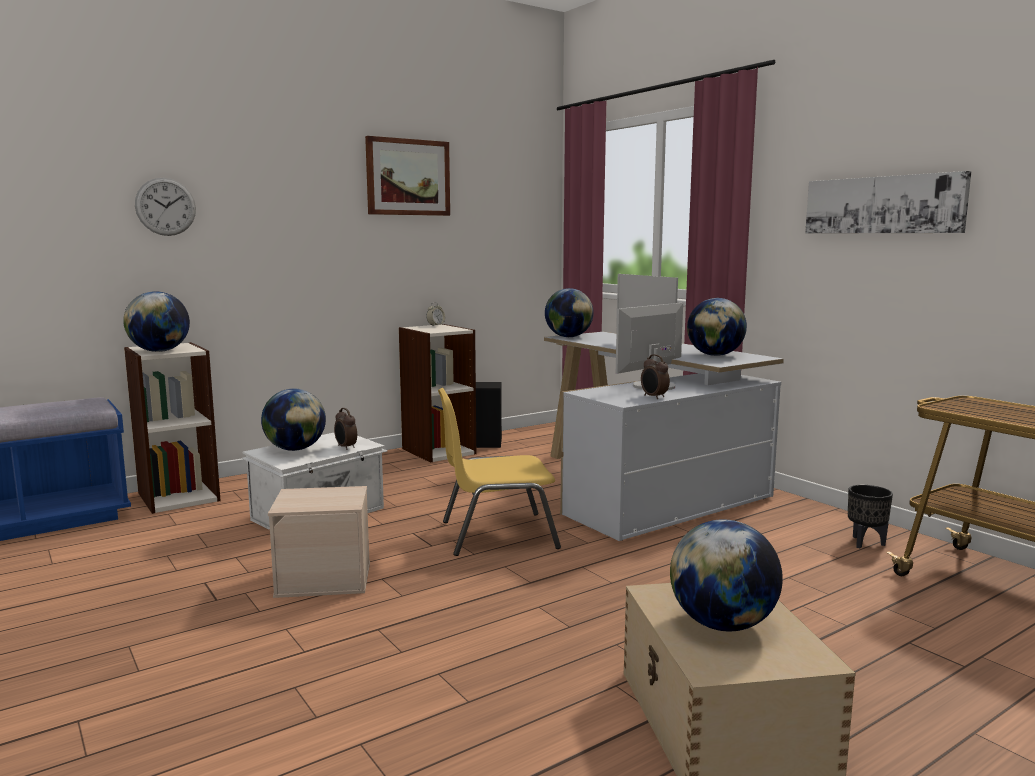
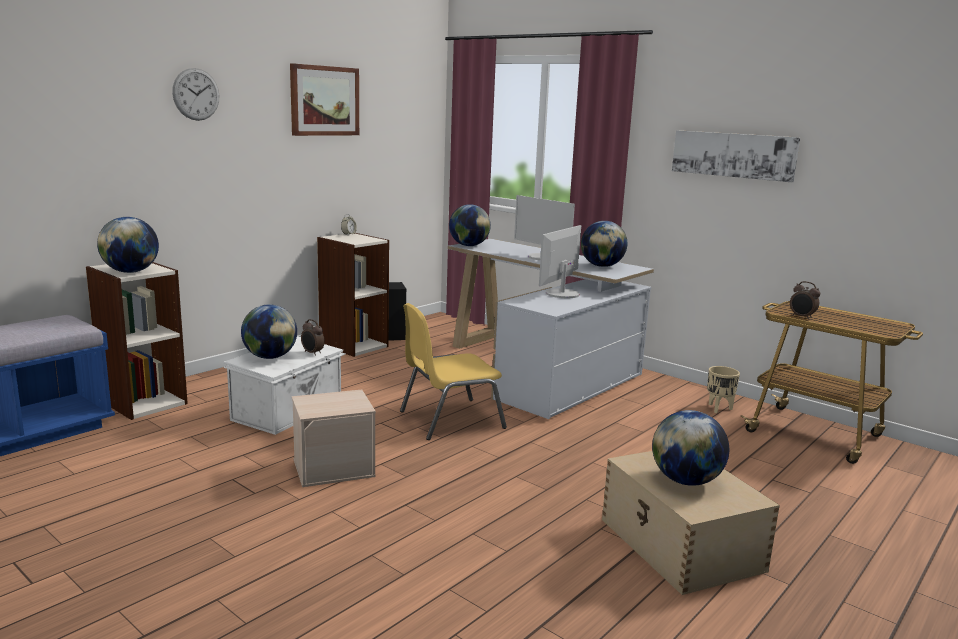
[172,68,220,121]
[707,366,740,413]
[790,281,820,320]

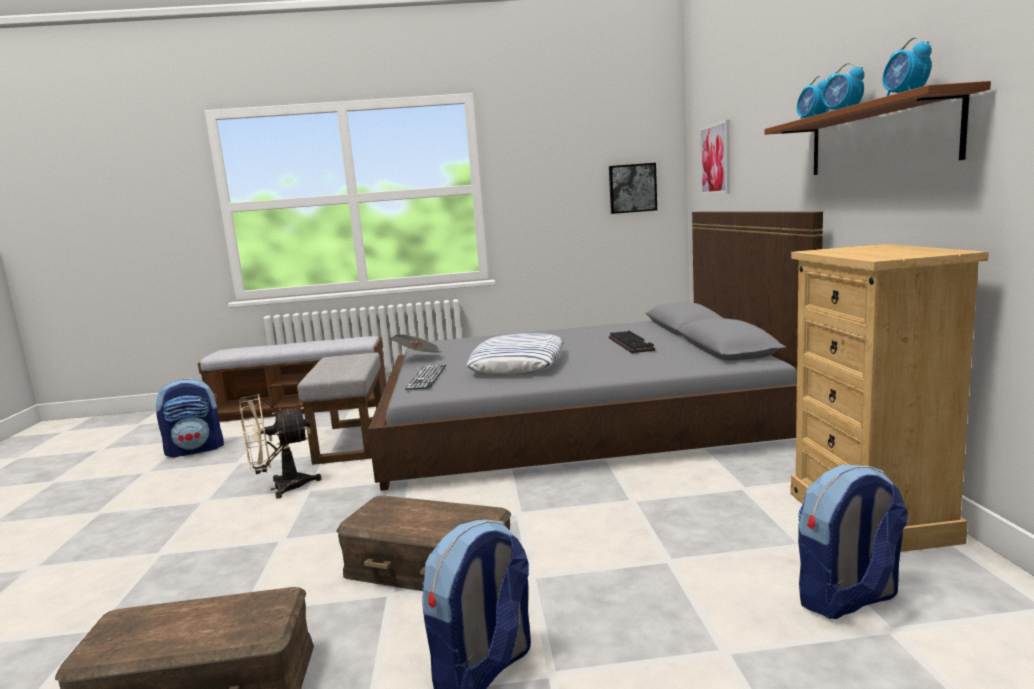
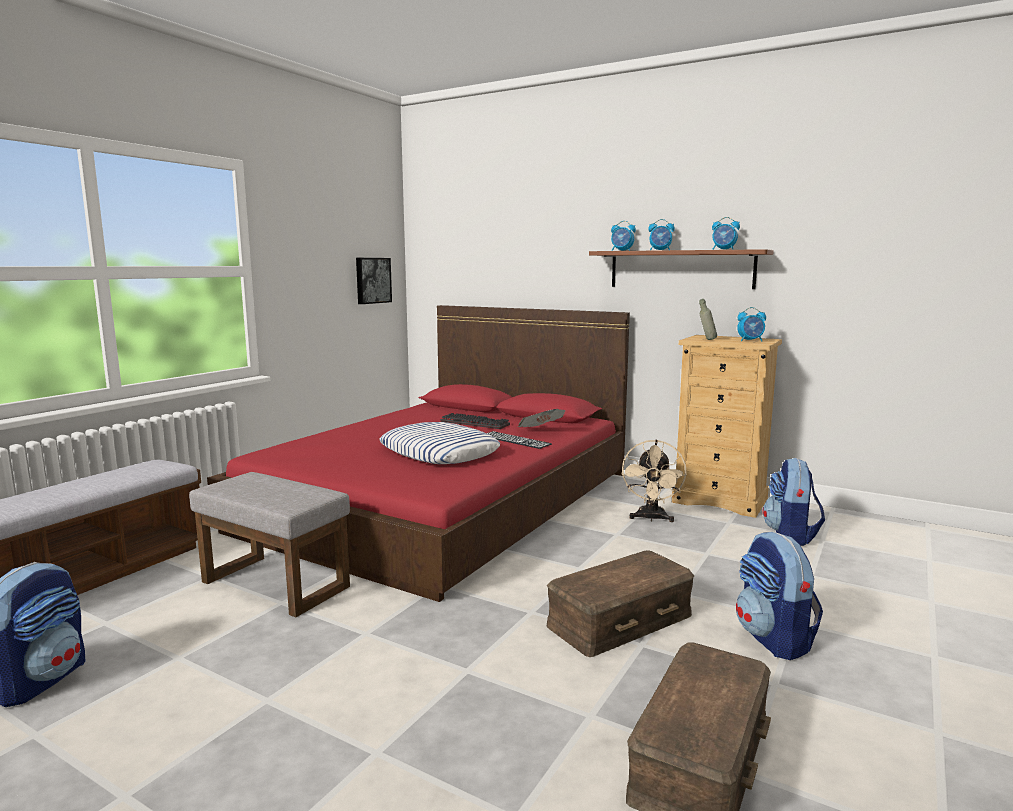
[207,305,630,602]
[487,431,552,449]
[518,409,565,427]
[622,440,687,522]
[699,299,717,340]
[737,307,766,341]
[700,119,730,195] (first image)

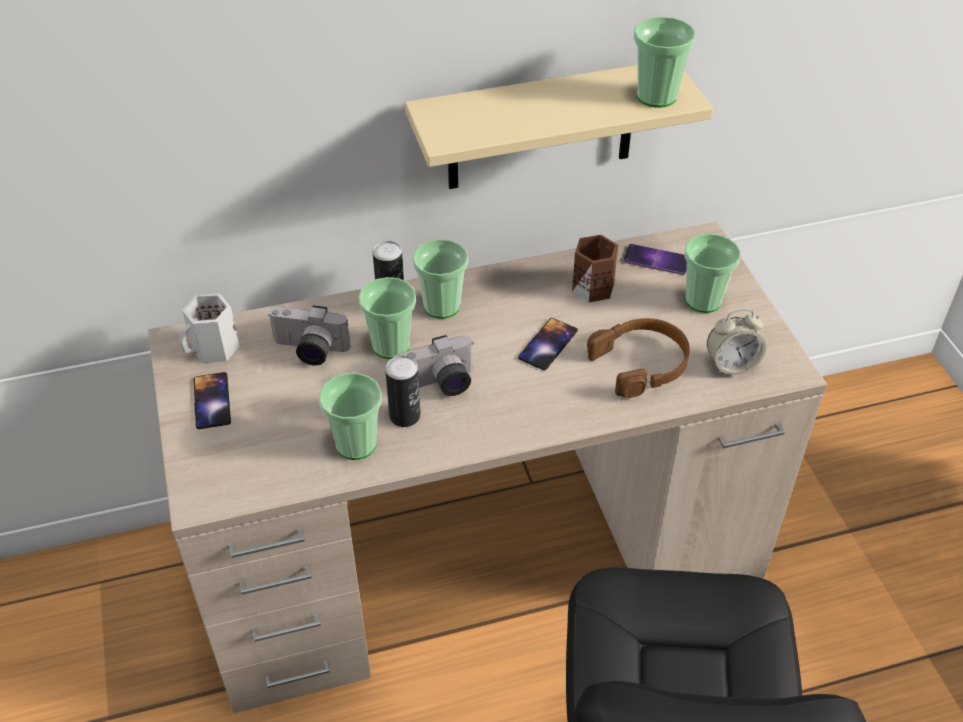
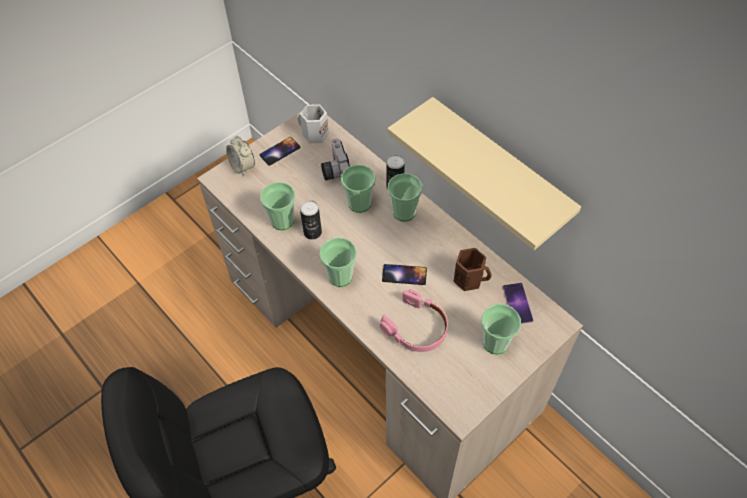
[226,136,255,176]
[319,238,357,287]
[380,290,448,352]
[394,335,474,396] (first image)

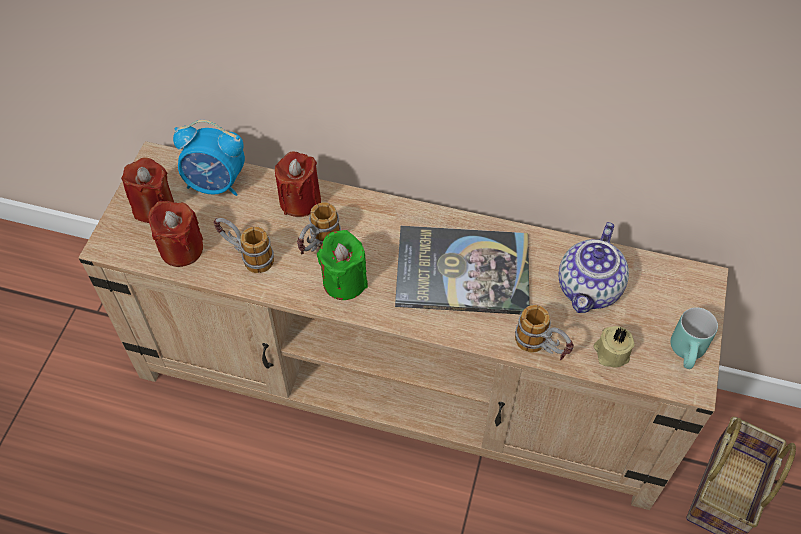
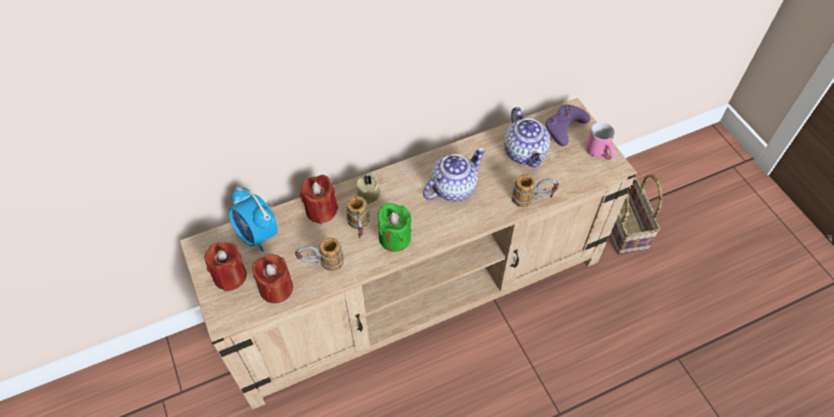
[229,186,278,252]
[356,175,381,204]
[423,148,485,201]
[546,104,591,146]
[586,122,615,160]

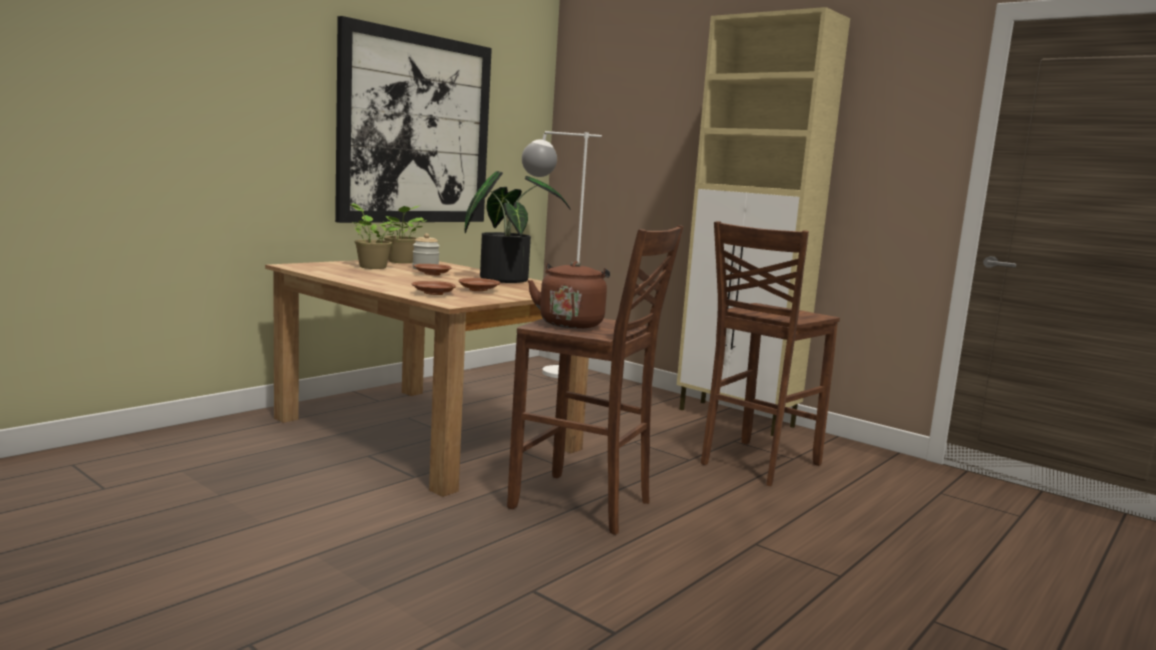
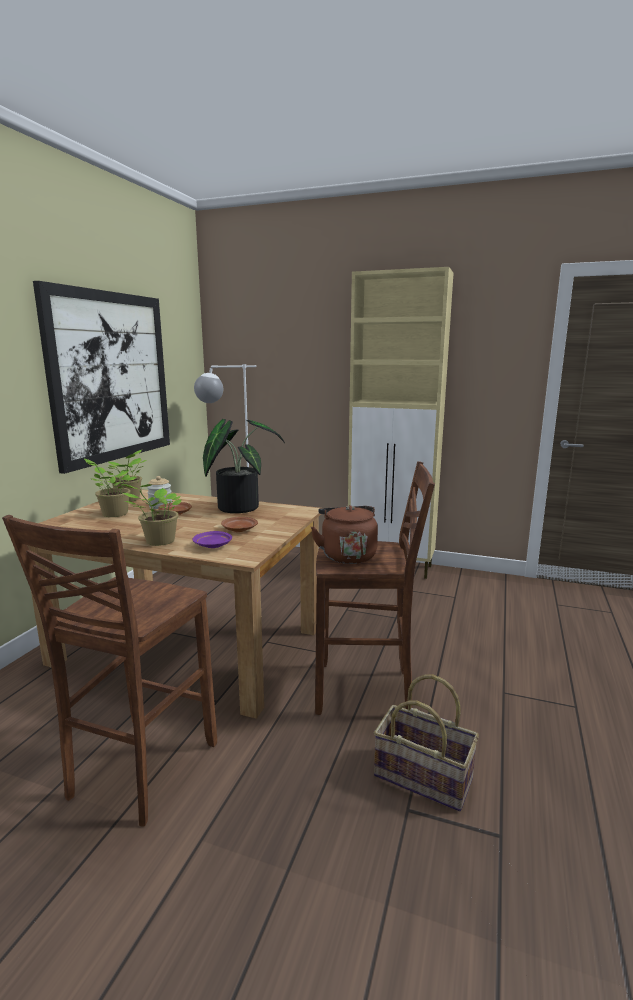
[2,515,217,827]
[122,484,182,546]
[193,531,232,548]
[374,674,479,811]

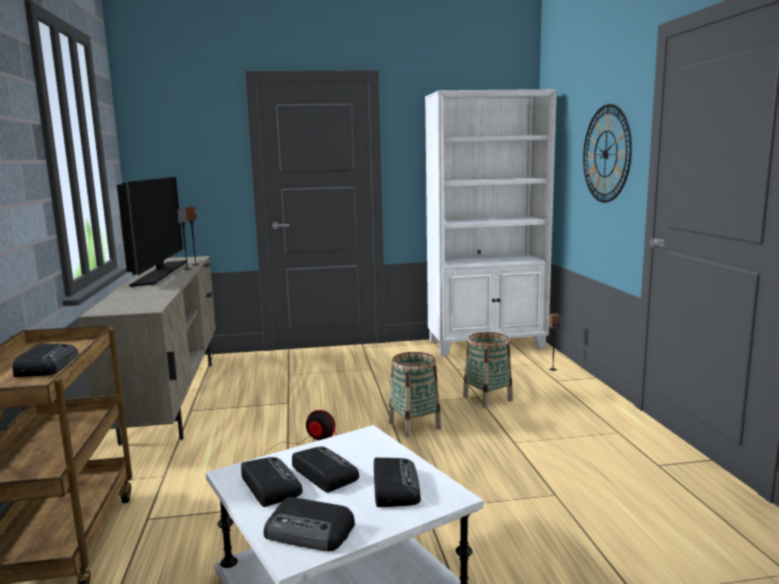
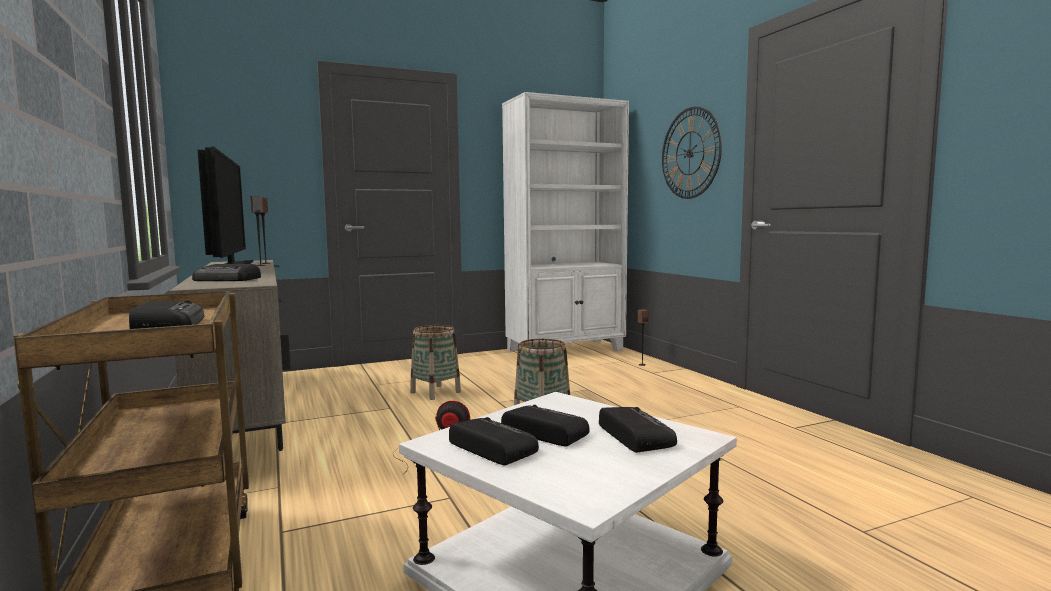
[192,264,261,281]
[410,325,461,400]

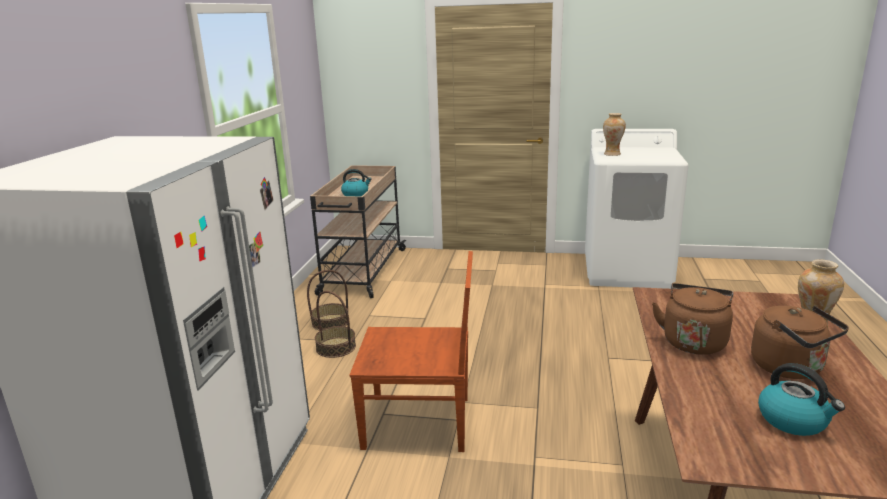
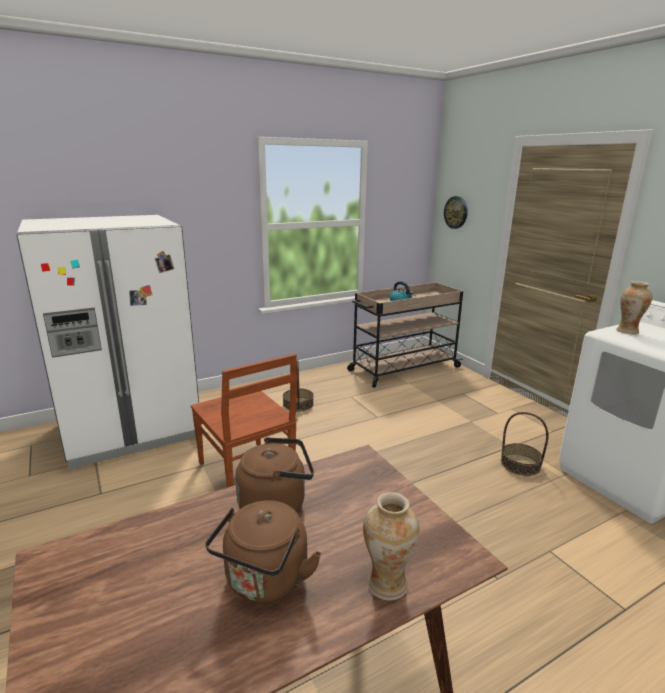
[444,196,468,229]
[501,412,549,476]
[758,363,845,436] (first image)

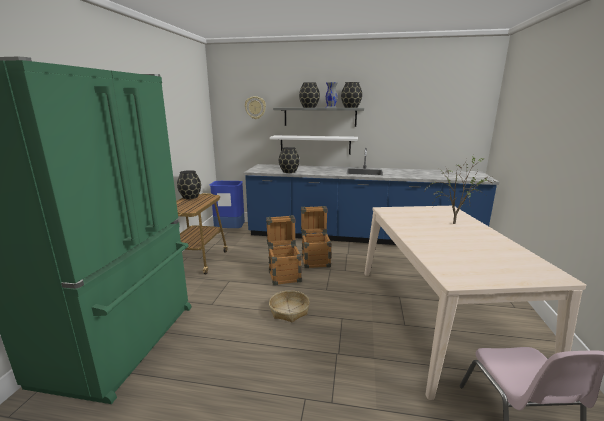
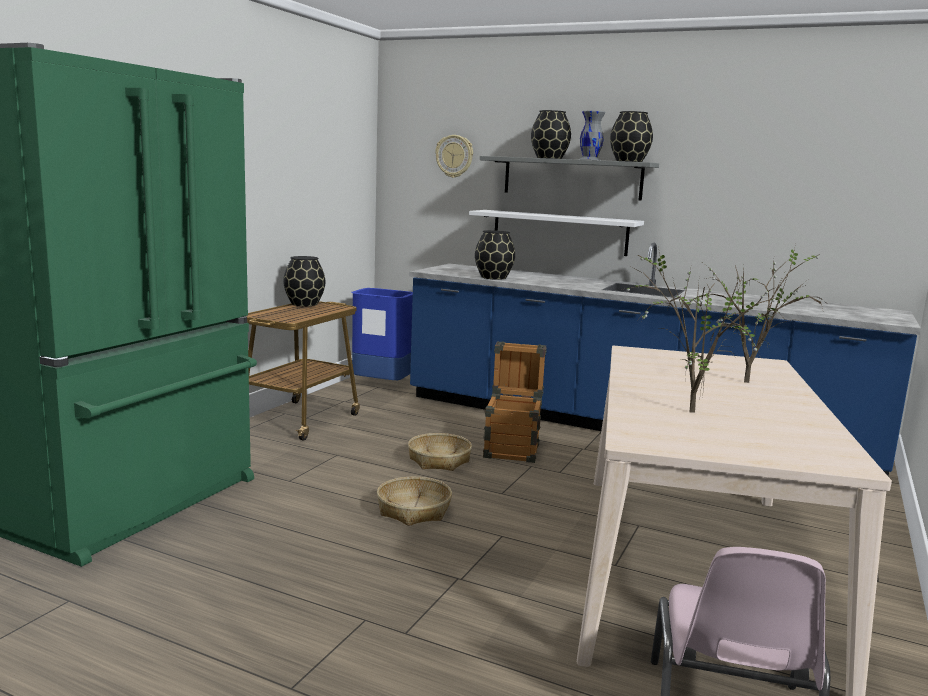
[408,433,472,471]
[621,252,785,413]

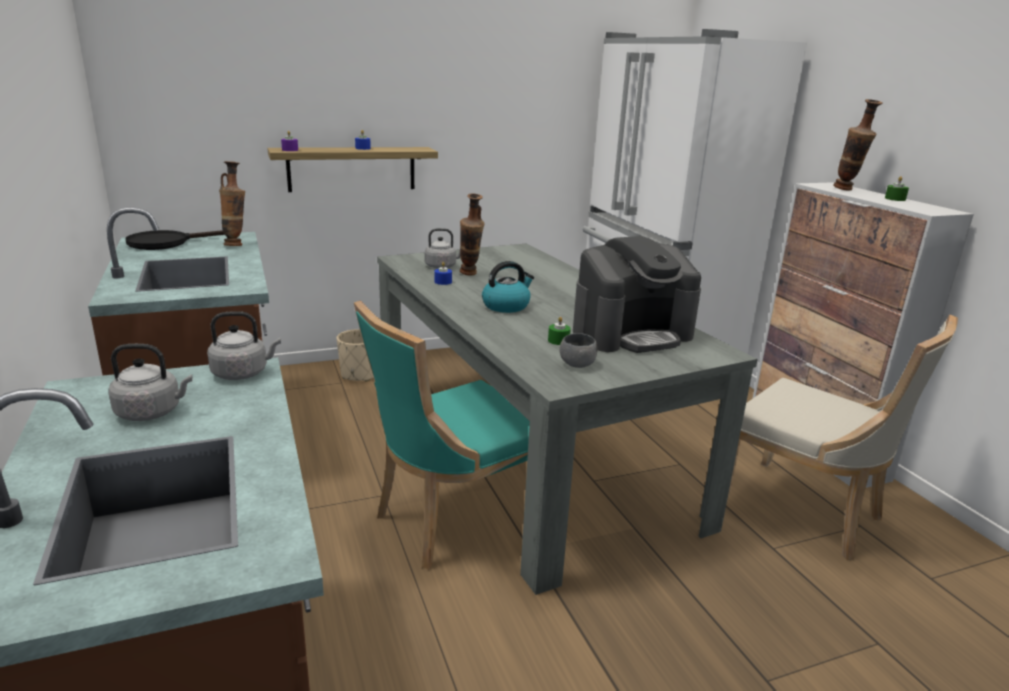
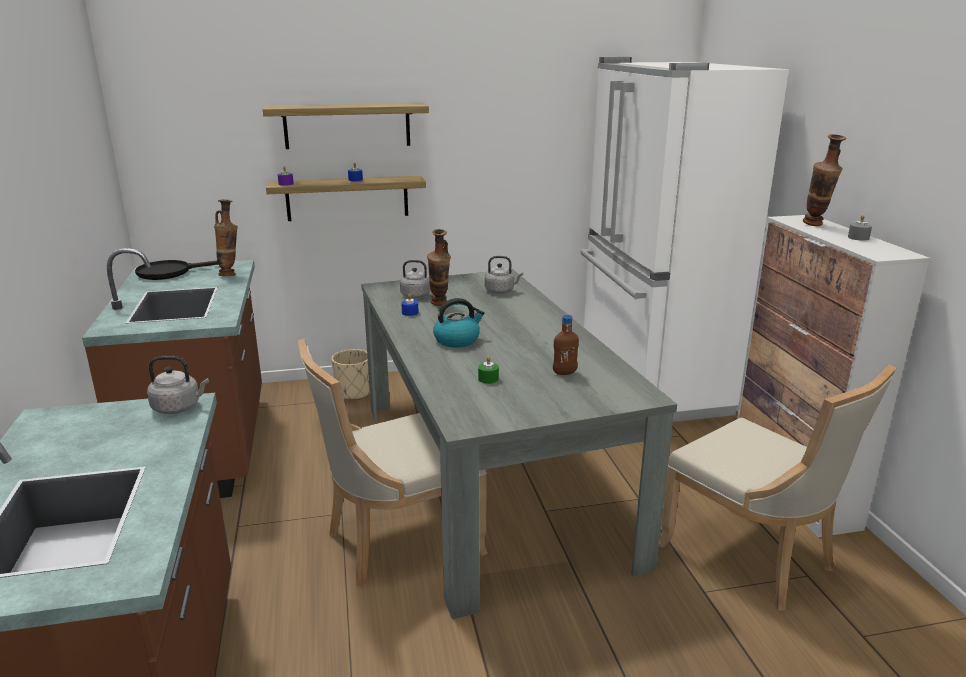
[263,103,429,149]
[298,338,488,587]
[485,256,523,293]
[553,315,579,375]
[848,215,872,241]
[559,333,597,368] (first image)

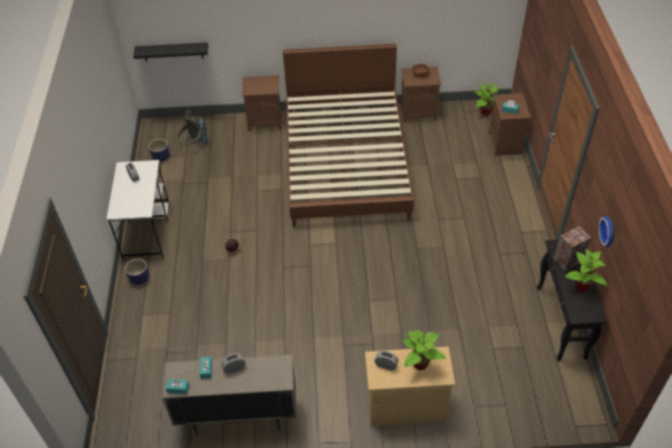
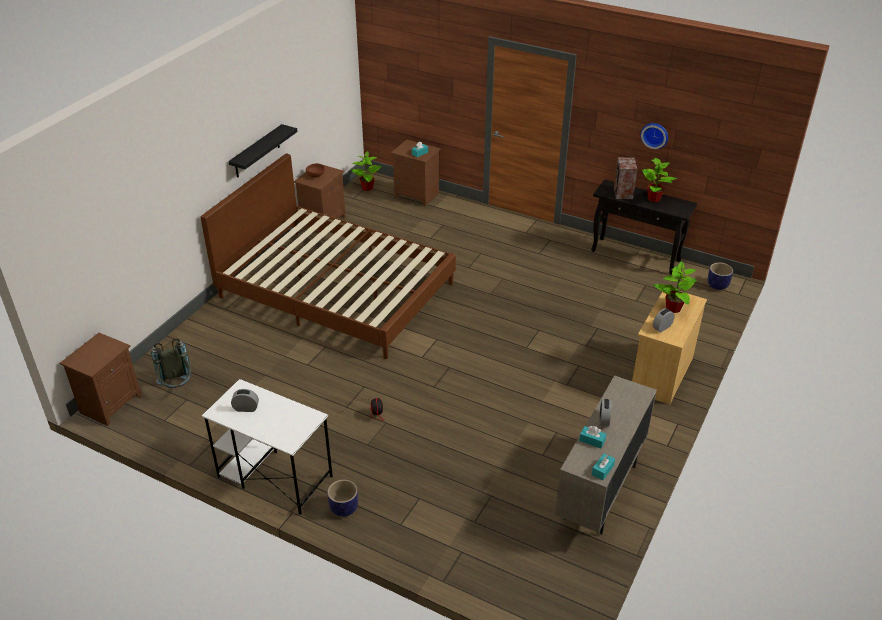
[60,333,142,426]
[229,124,297,178]
[708,263,733,290]

